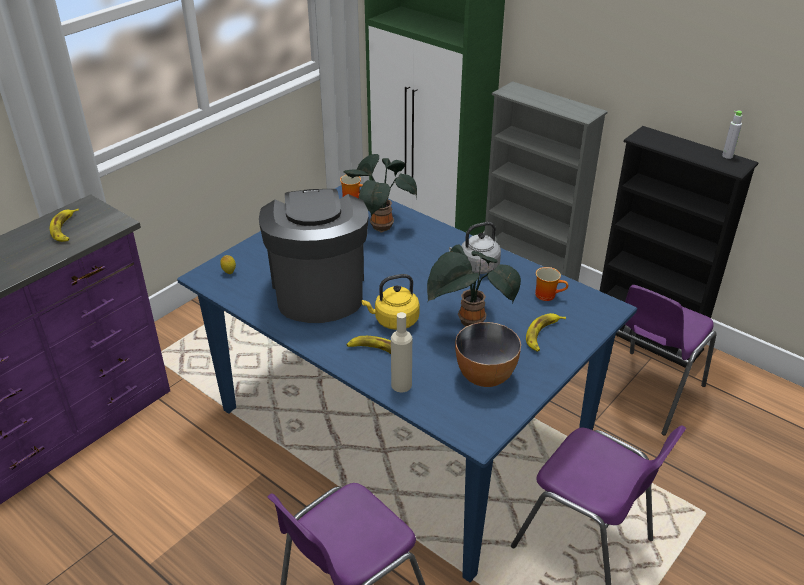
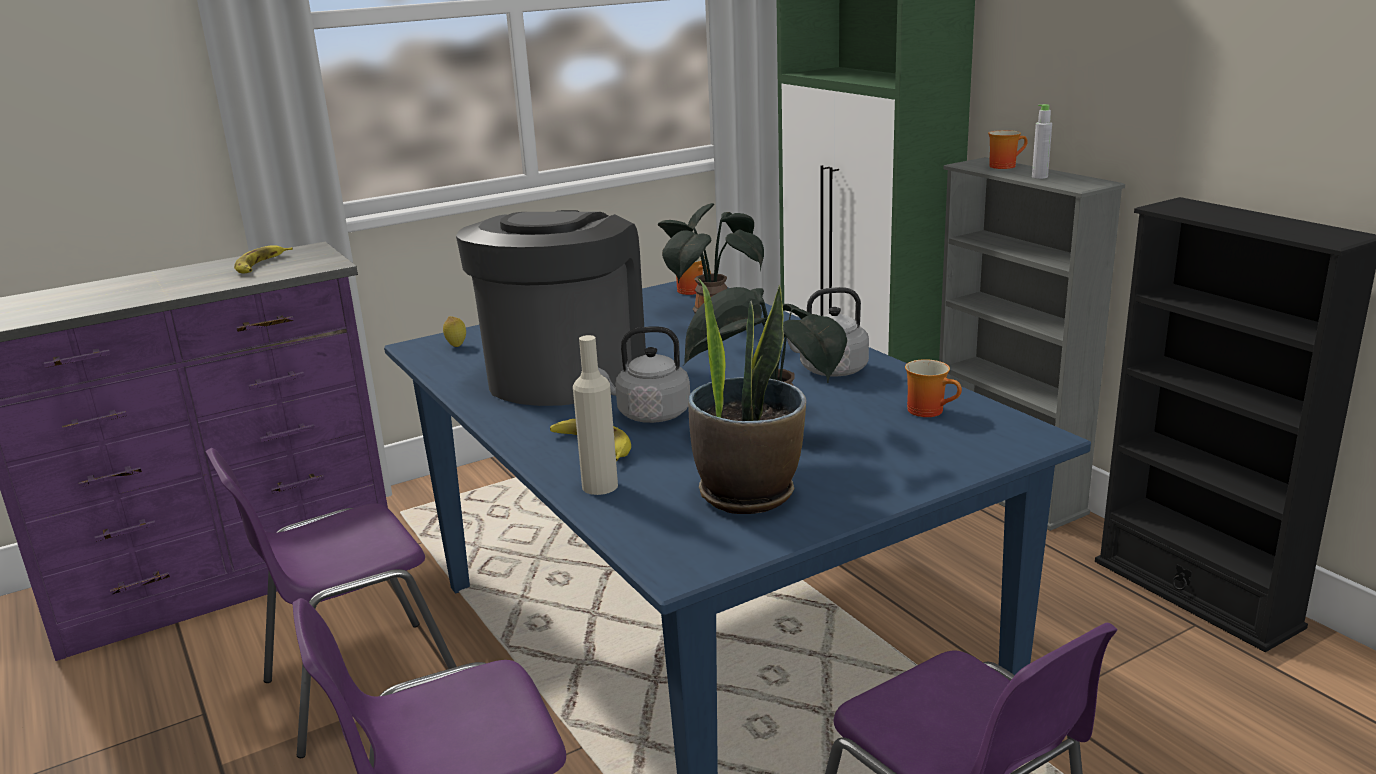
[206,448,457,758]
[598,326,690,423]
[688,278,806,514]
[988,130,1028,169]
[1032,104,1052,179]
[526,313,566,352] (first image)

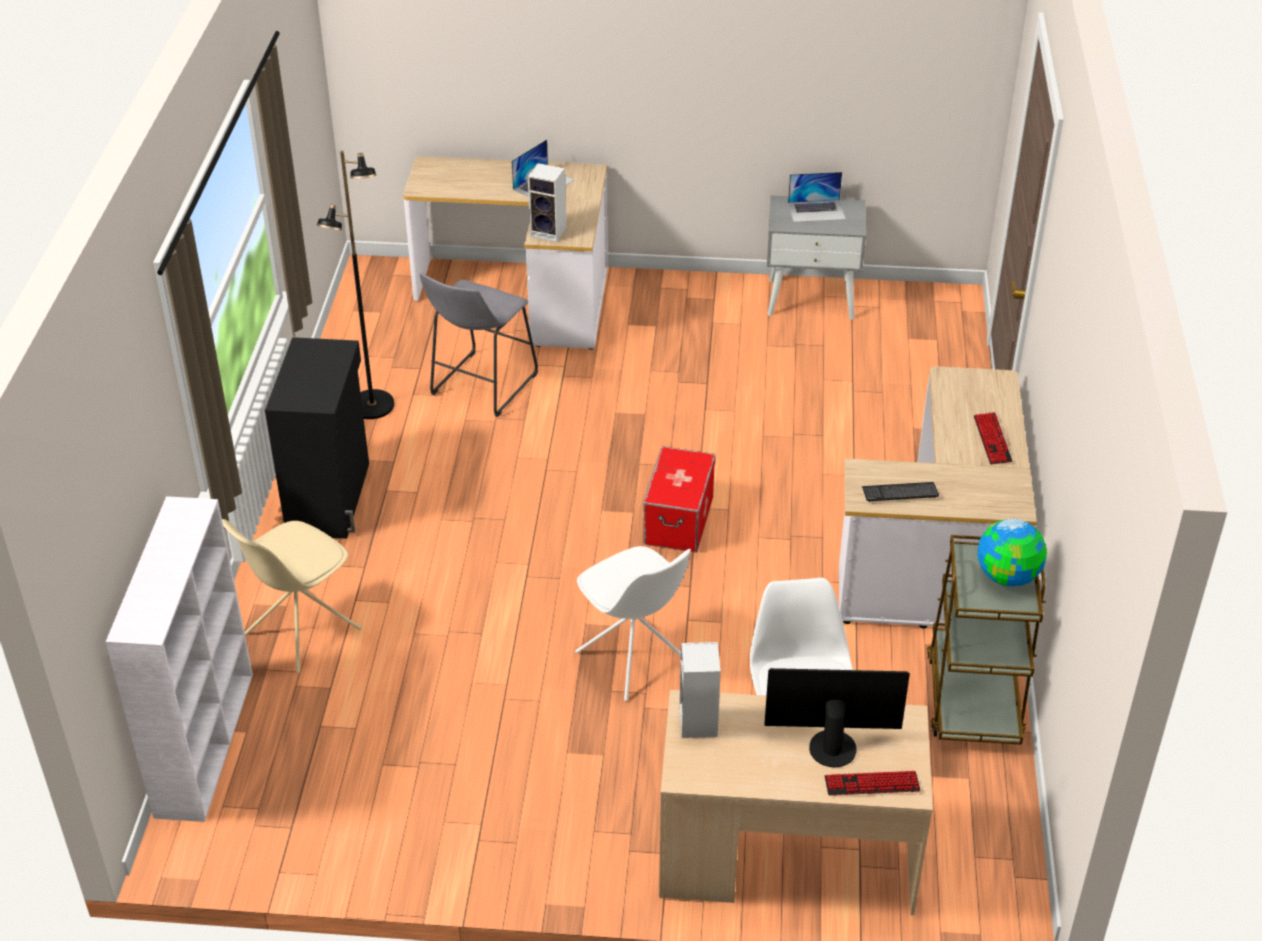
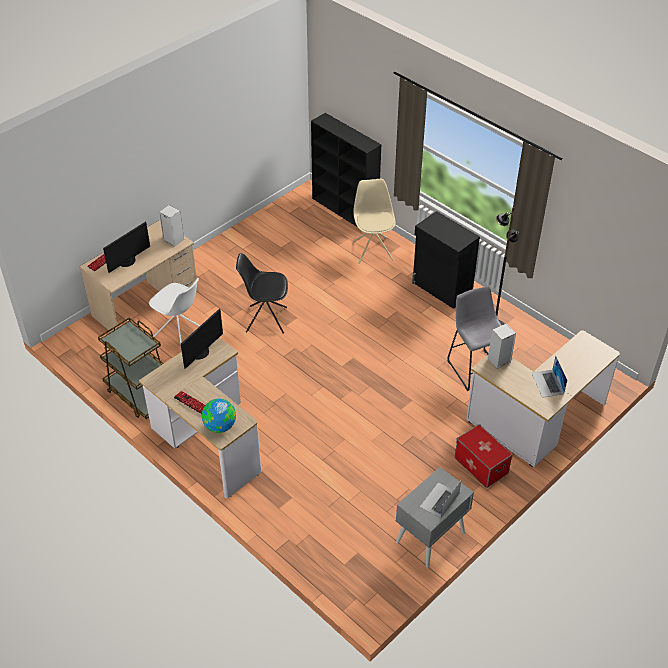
[181,308,223,369]
[202,399,236,433]
[236,253,288,334]
[311,113,381,227]
[455,424,513,488]

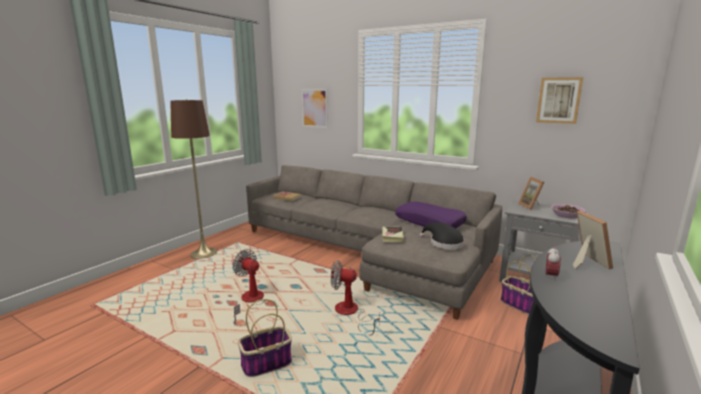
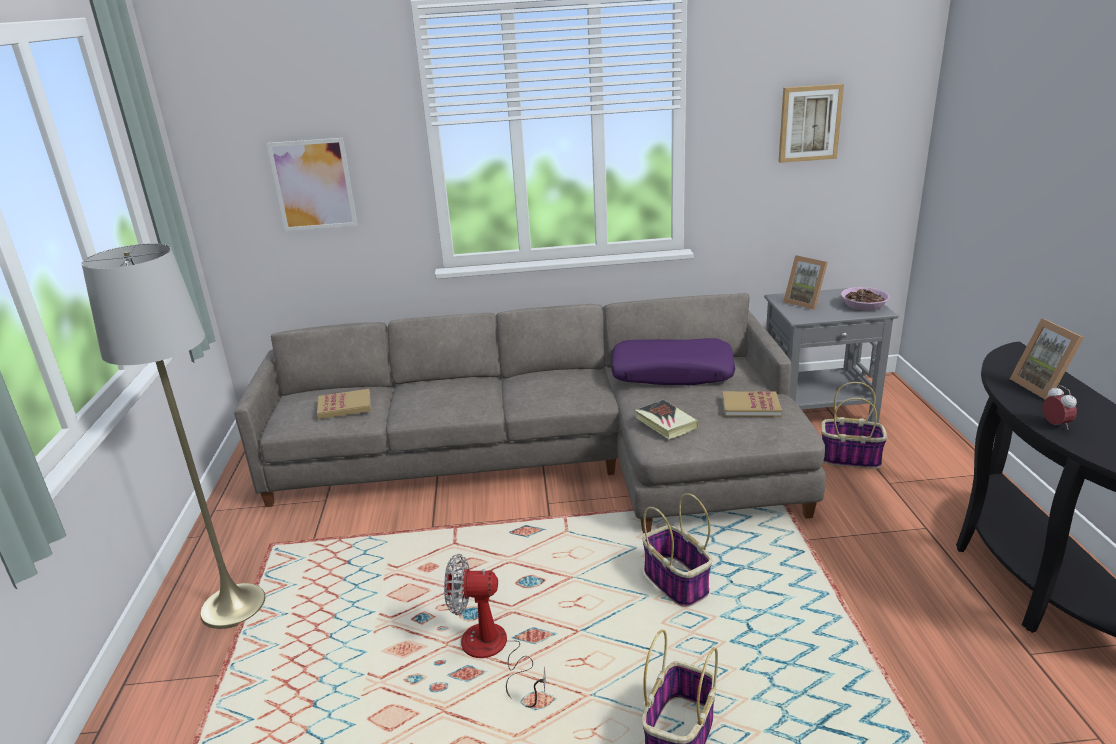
[81,244,265,629]
[642,493,712,607]
[722,391,782,417]
[1010,318,1084,399]

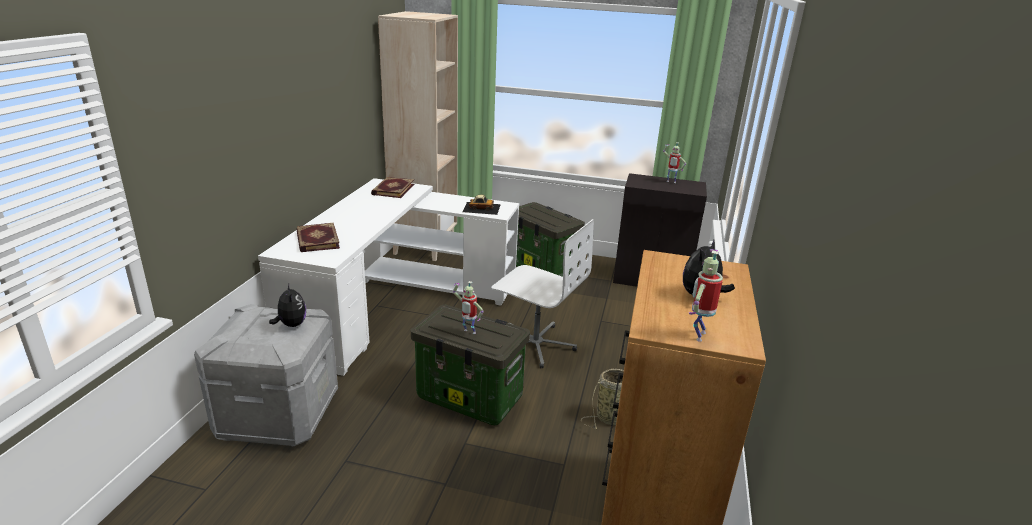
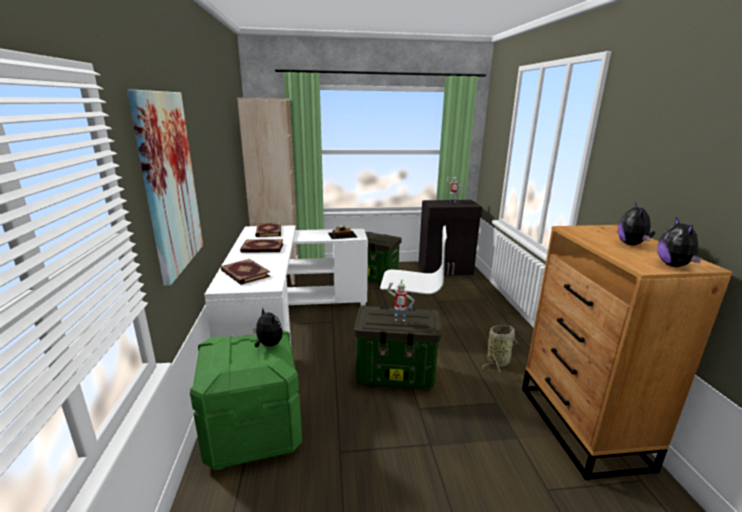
[127,89,203,286]
[190,330,302,470]
[240,239,284,253]
[657,217,702,267]

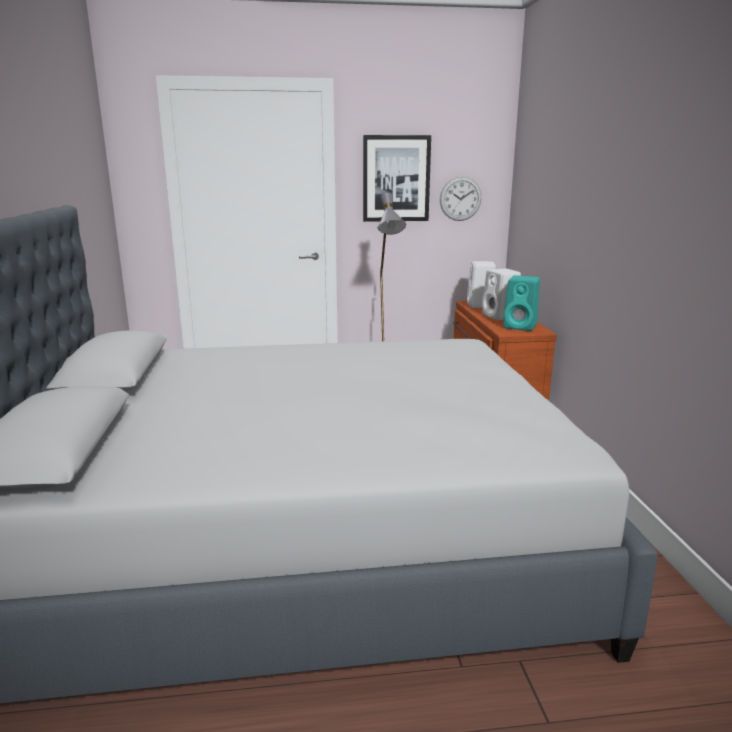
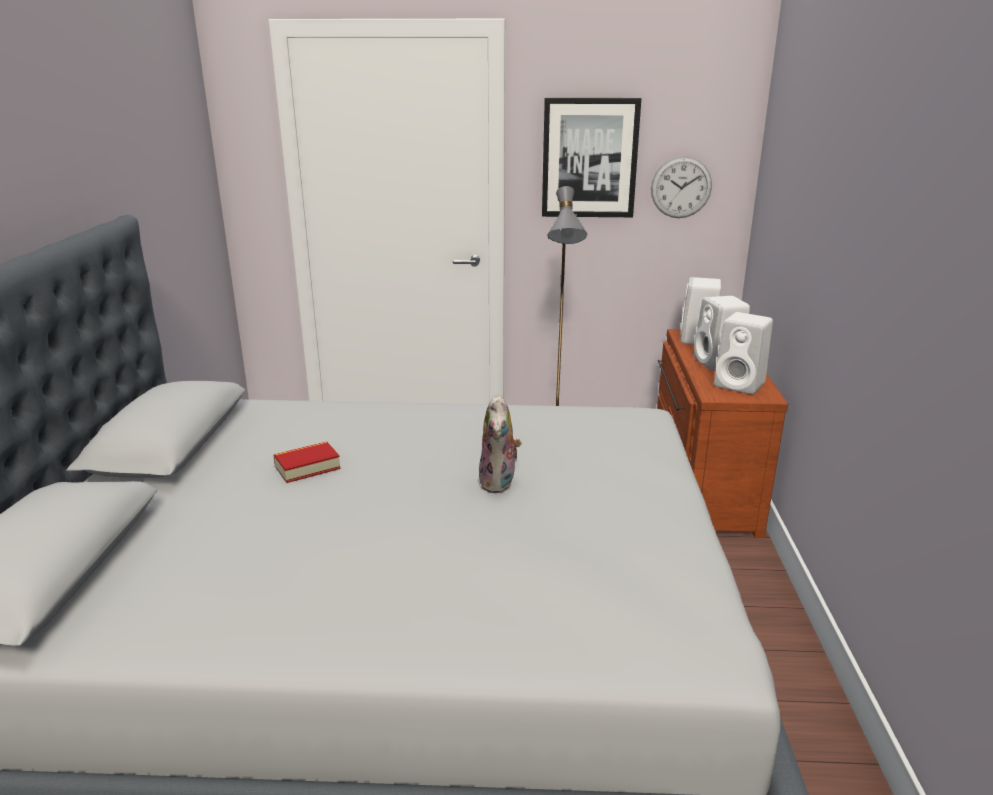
[274,442,341,483]
[479,393,521,493]
[714,312,773,394]

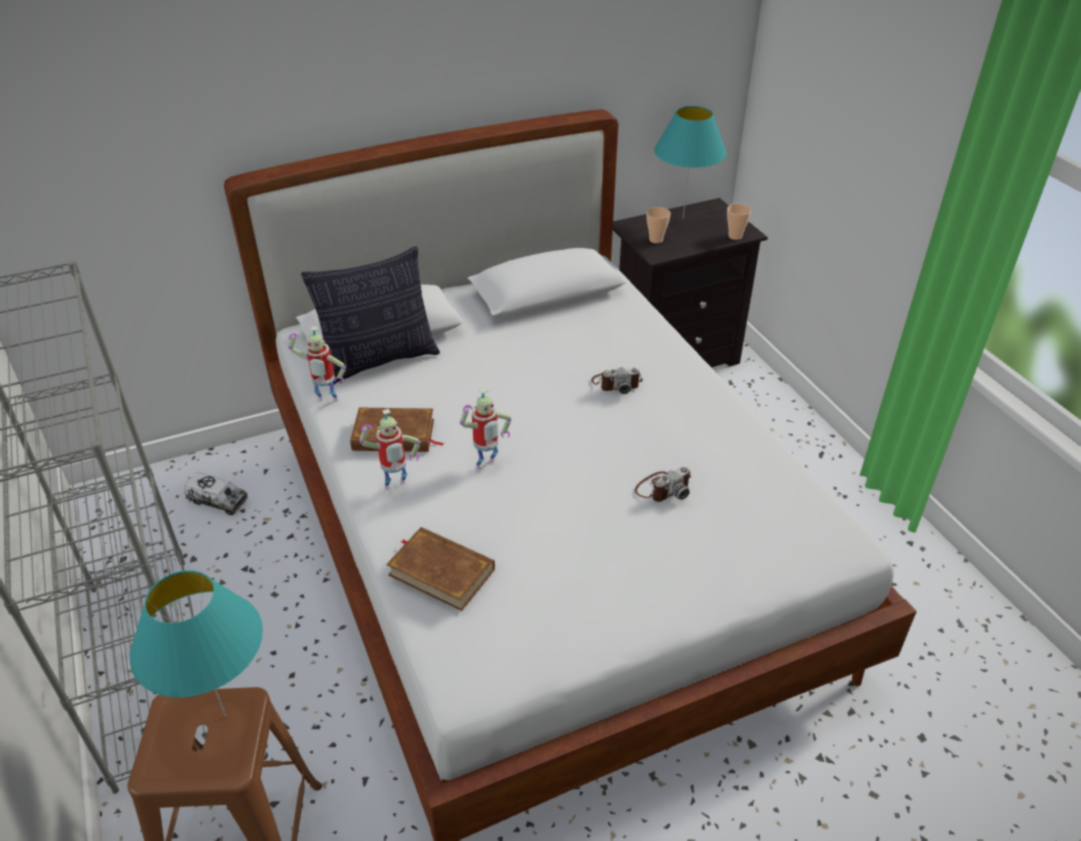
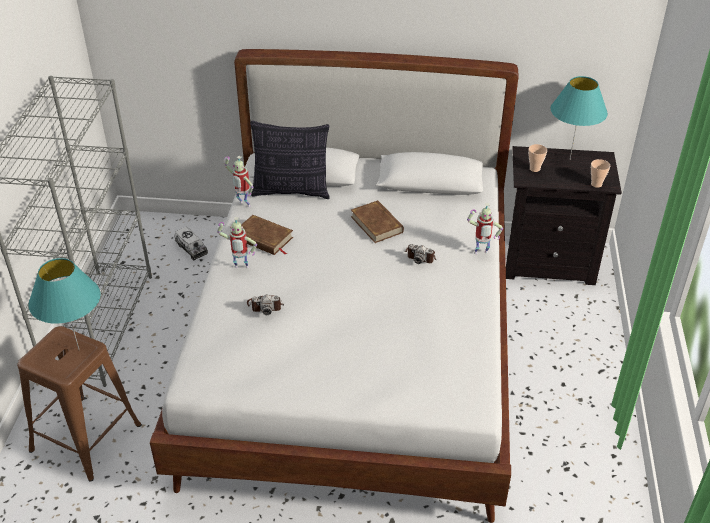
[247,295,284,315]
[351,200,404,243]
[467,203,503,254]

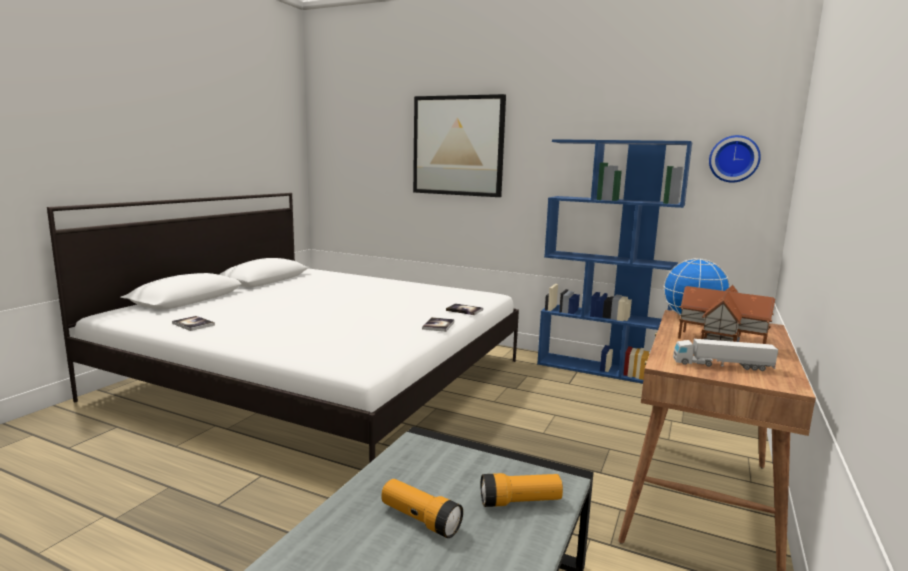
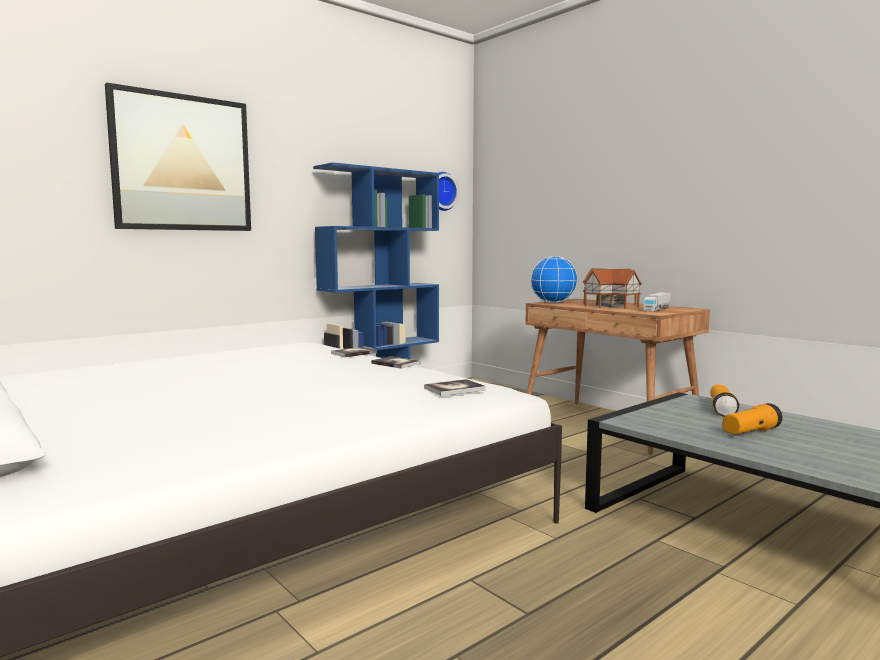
[424,379,485,396]

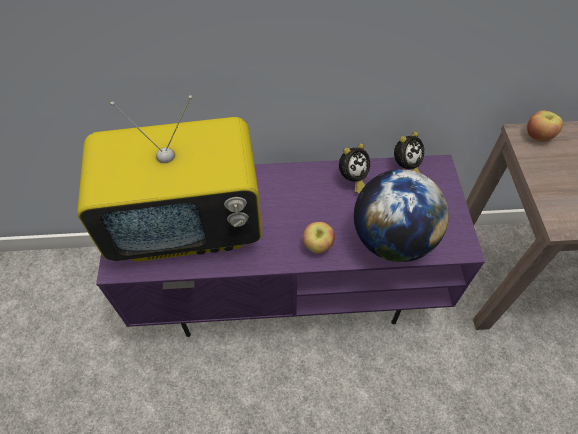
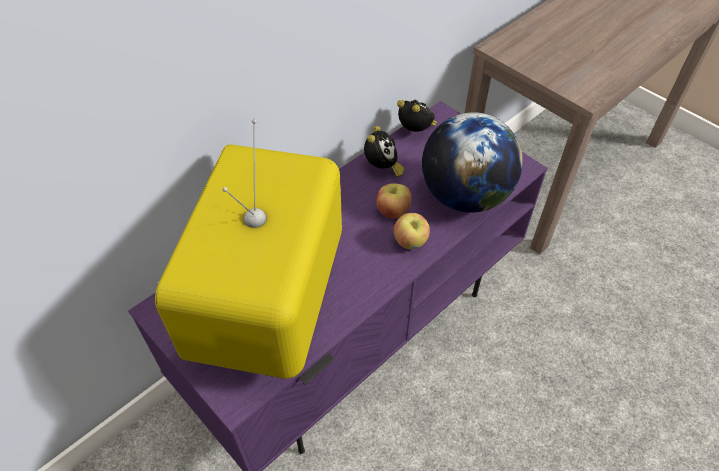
[155,119,342,379]
[376,183,412,218]
[397,100,437,132]

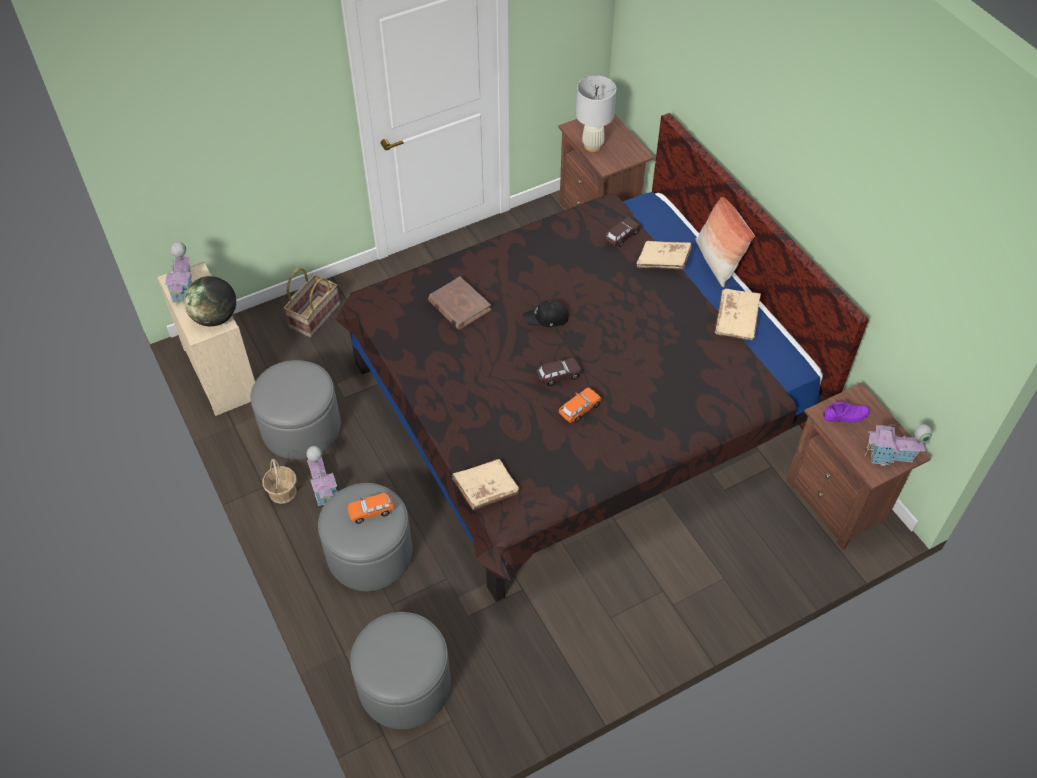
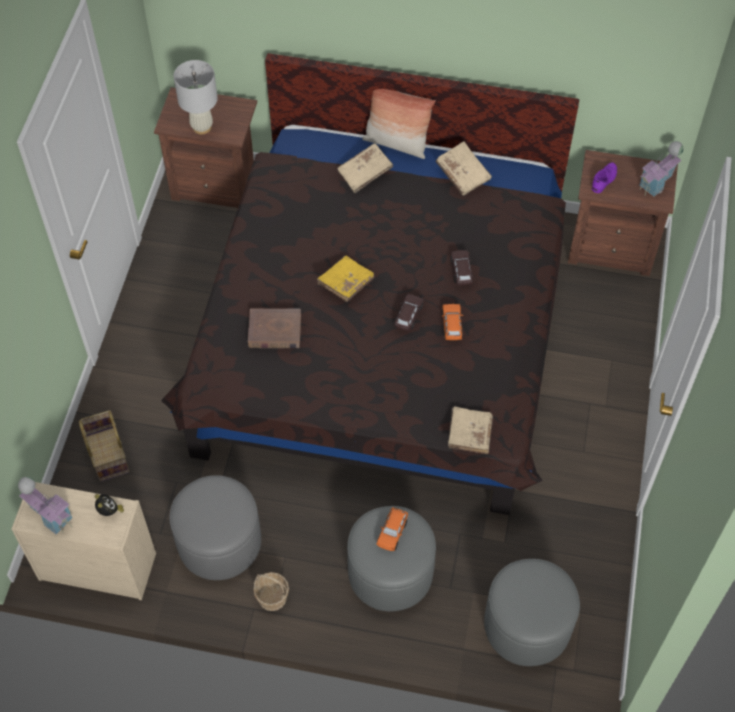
[95,494,124,516]
[317,256,375,302]
[451,250,473,285]
[306,446,338,506] (first image)

